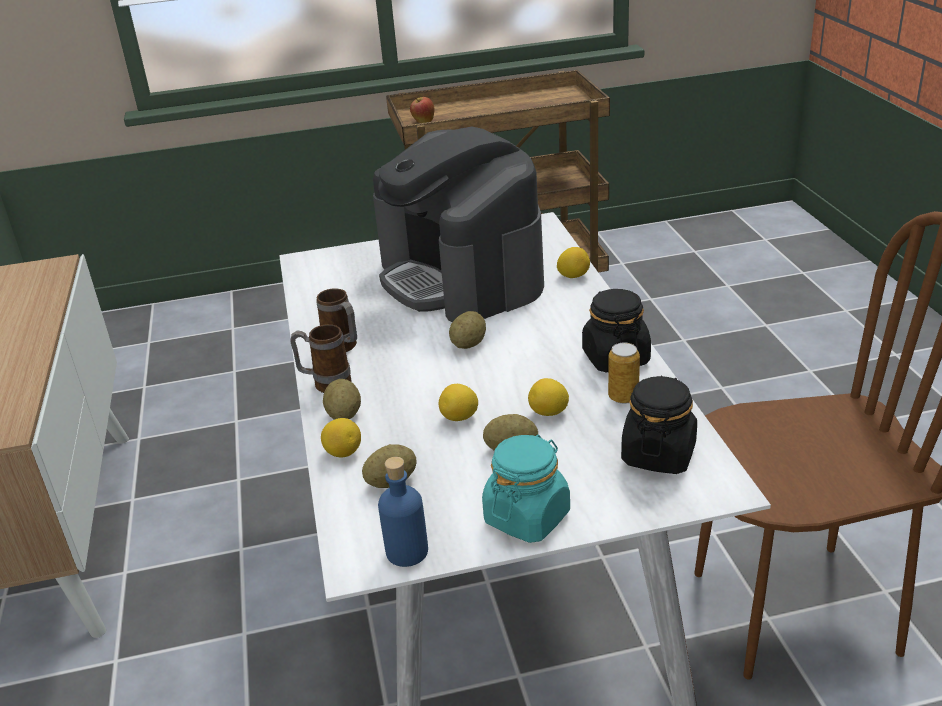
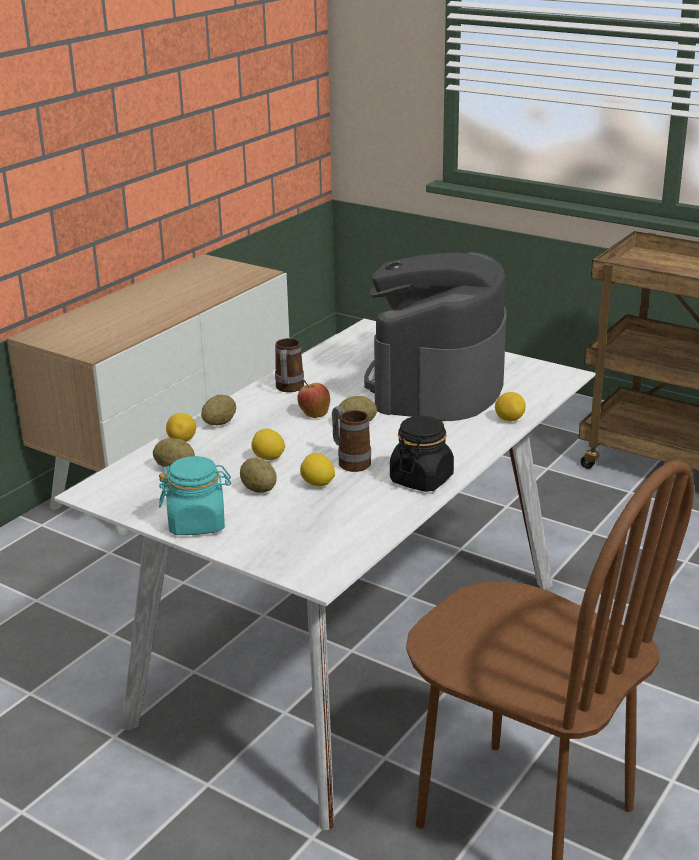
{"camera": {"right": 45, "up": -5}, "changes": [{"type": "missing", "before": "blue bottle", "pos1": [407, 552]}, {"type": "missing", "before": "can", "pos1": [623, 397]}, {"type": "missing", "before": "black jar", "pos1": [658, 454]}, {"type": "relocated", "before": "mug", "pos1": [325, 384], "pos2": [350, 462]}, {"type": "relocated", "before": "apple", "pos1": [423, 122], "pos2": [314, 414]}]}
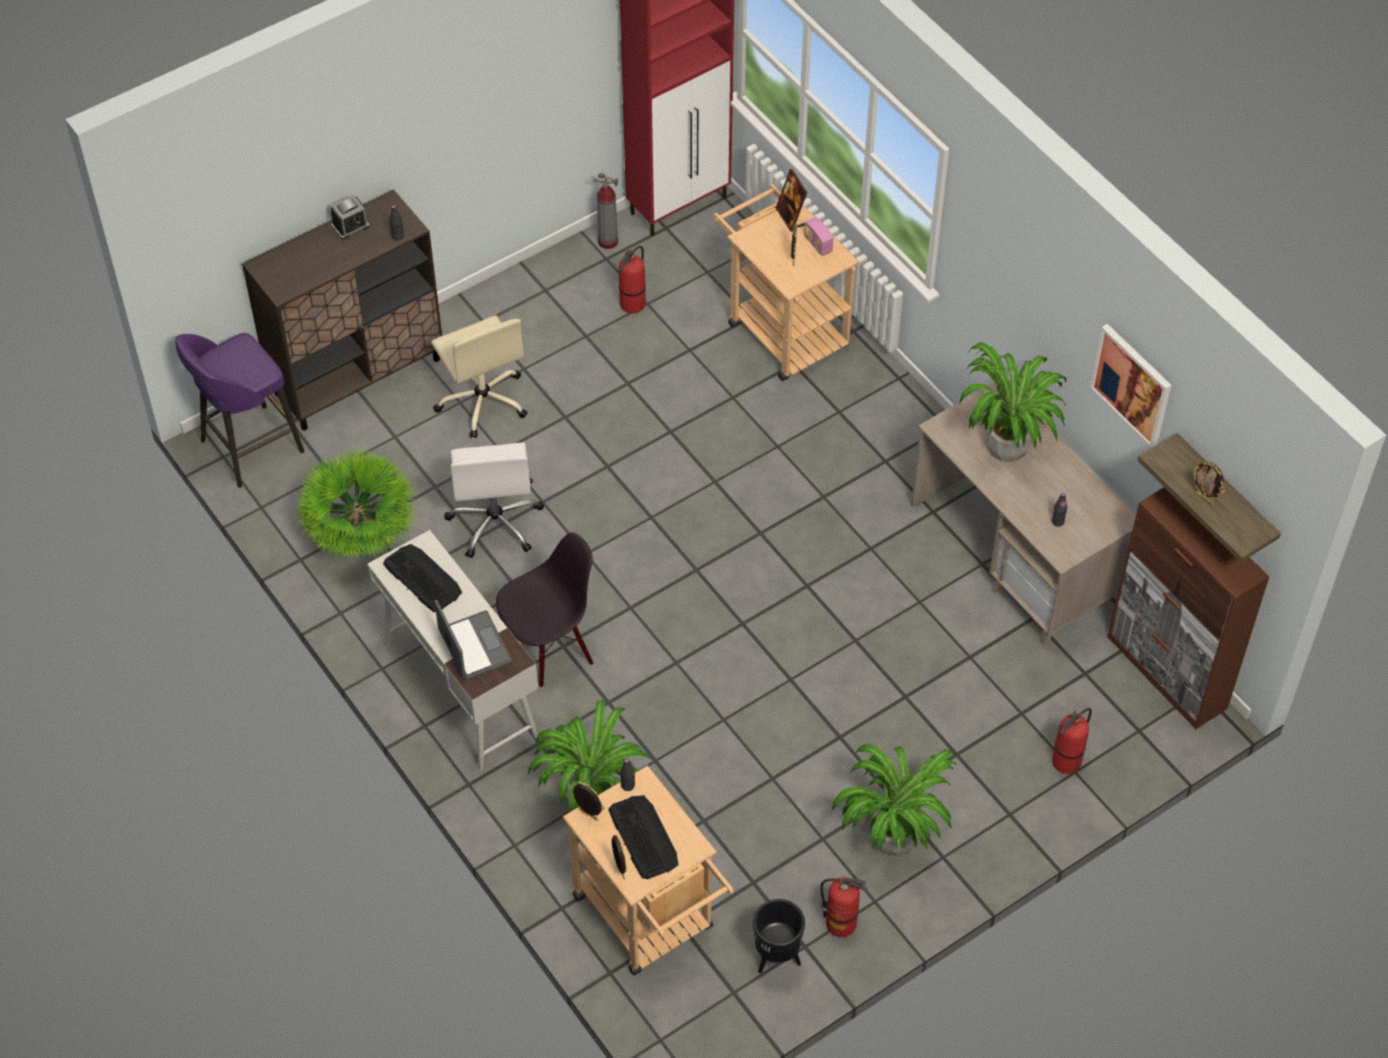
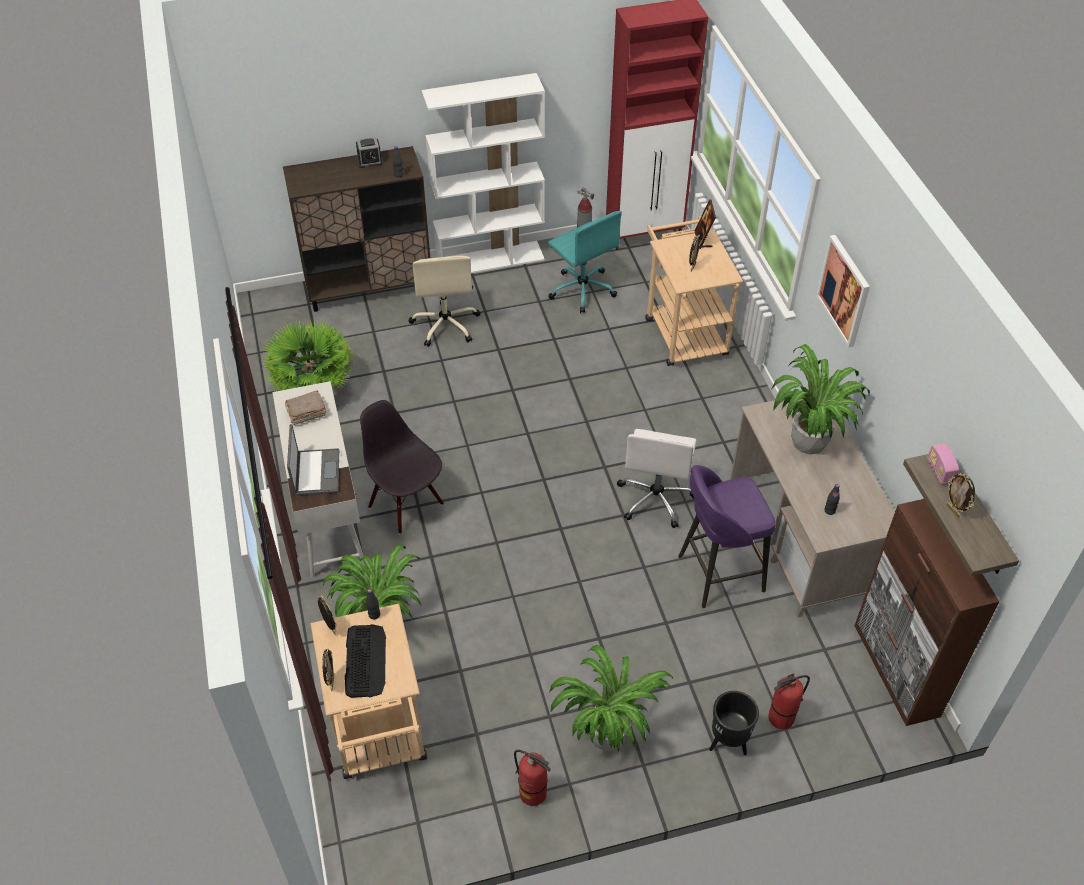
{"camera": {"right": 20, "up": -5}, "changes": [{"type": "appeared", "after": "white bookcase", "pos2": [490, 259]}, {"type": "relocated", "before": "purple stool", "pos1": [249, 448], "pos2": [718, 574]}, {"type": "relocated", "before": "white office chair", "pos1": [495, 522], "pos2": [656, 498]}, {"type": "relocated", "before": "black planter", "pos1": [777, 958], "pos2": [728, 743]}, {"type": "relocated", "before": "radio", "pos1": [818, 244], "pos2": [939, 472]}, {"type": "relocated", "before": "picture", "pos1": [1132, 385], "pos2": [844, 290]}, {"type": "exchanged", "before": "keyboard", "after": "brown book", "pos1": [422, 578], "pos2": [306, 413]}, {"type": "exchanged", "before": "fire extinguisher", "after": "turquoise office chair", "pos1": [633, 304], "pos2": [582, 289]}, {"type": "spun", "before": "black chair", "pos1": [549, 649], "pos2": [407, 504], "turn": -120}]}
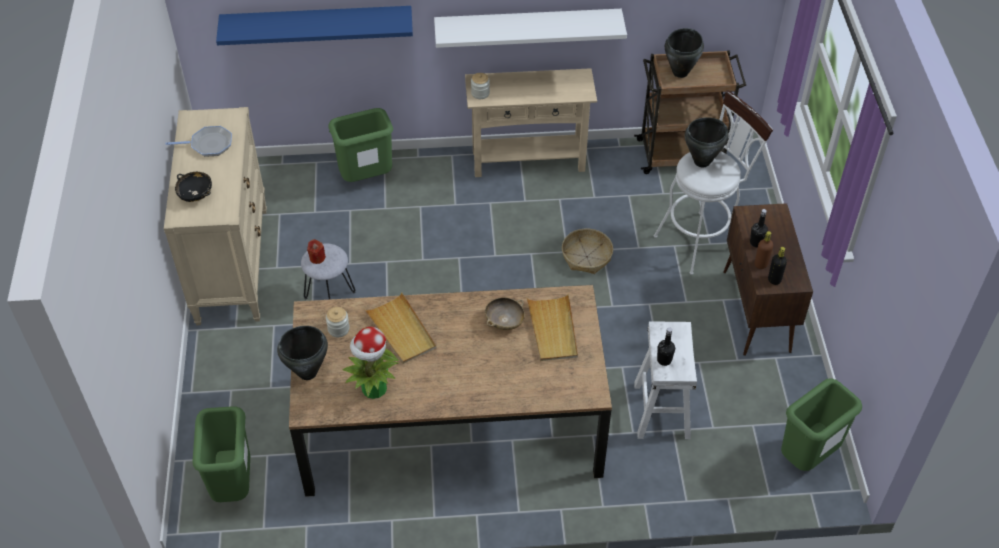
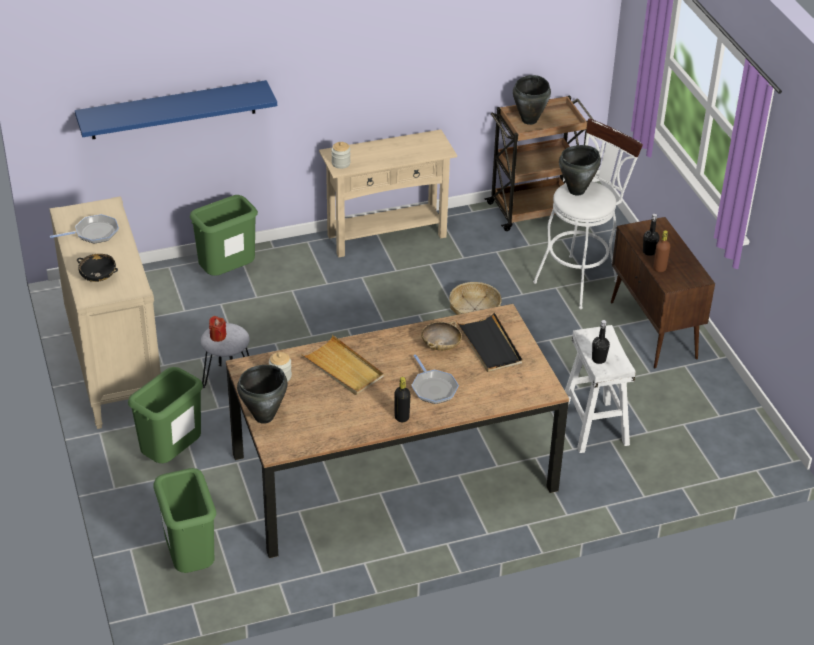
{"camera": {"right": -15, "up": -10}, "changes": [{"type": "missing", "before": "potted plant", "pos1": [374, 389]}, {"type": "missing", "before": "white shelf", "pos1": [527, 26]}, {"type": "appeared", "after": "frying pan", "pos2": [433, 388]}, {"type": "relocated", "before": "black bottle", "pos1": [774, 280], "pos2": [401, 417]}, {"type": "relocated", "before": "green trash can", "pos1": [807, 457], "pos2": [172, 456]}, {"type": "colour", "before": "beige tray", "after": "black tray", "pos1": [553, 330], "pos2": [489, 345]}]}
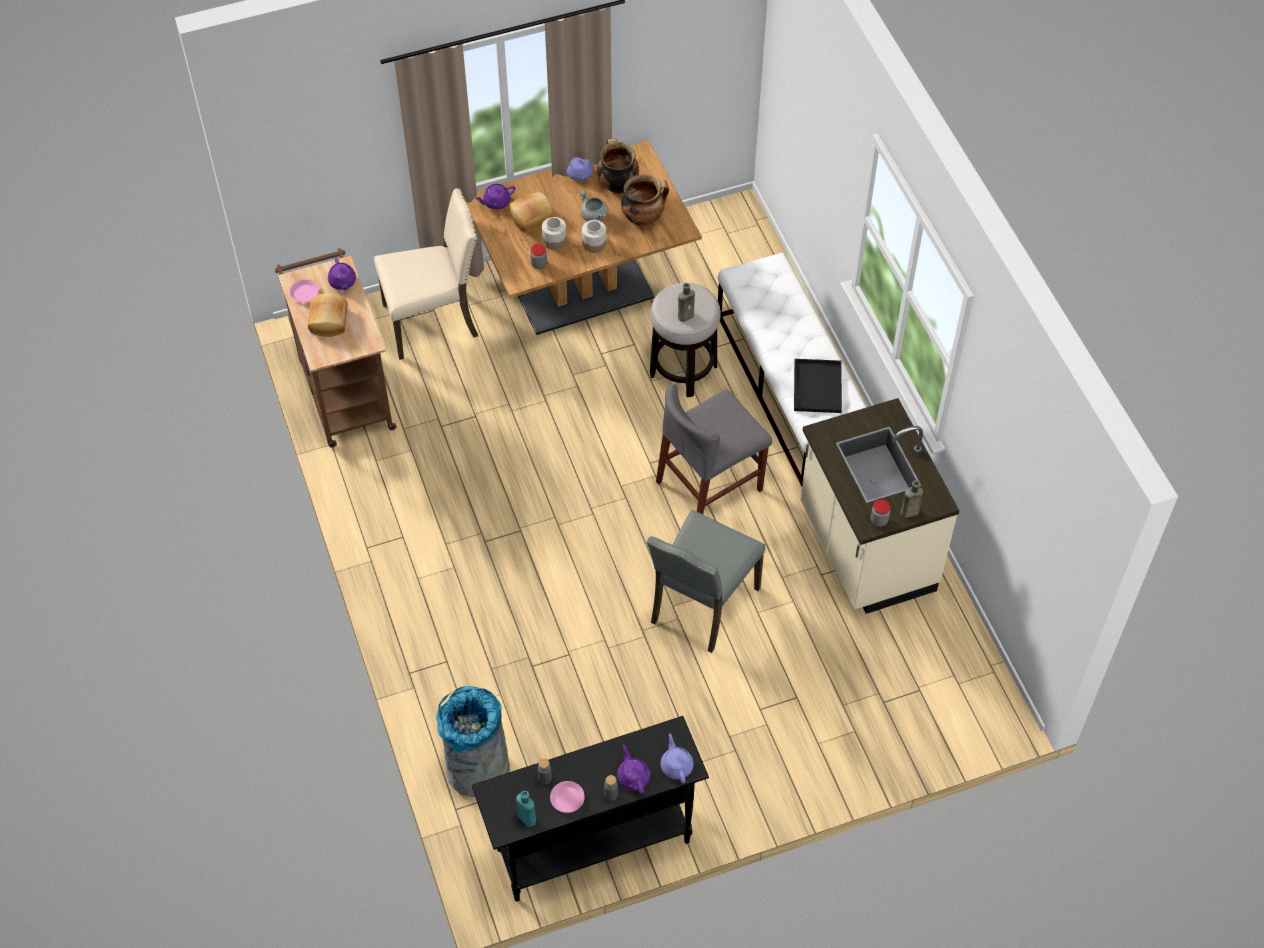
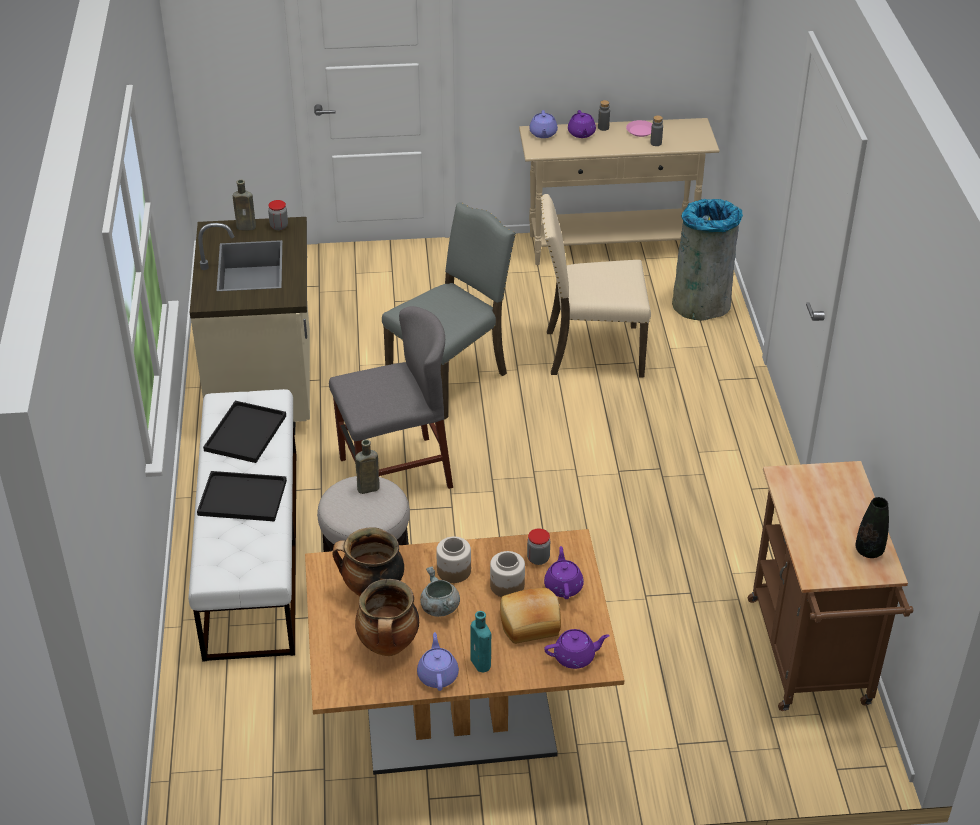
{"camera": {"right": -165, "up": -15}, "changes": [{"type": "missing", "before": "bread", "pos1": [330, 321]}, {"type": "appeared", "after": "black tray", "pos2": [244, 497]}, {"type": "relocated", "before": "purple teapot", "pos1": [342, 282], "pos2": [563, 586]}, {"type": "relocated", "before": "beige chair", "pos1": [433, 321], "pos2": [591, 352]}, {"type": "relocated", "before": "turquoise bottle", "pos1": [526, 817], "pos2": [481, 664]}, {"type": "exchanged", "before": "pink plate", "after": "black vase", "pos1": [304, 293], "pos2": [869, 551]}, {"type": "colour", "before": "black console table", "after": "beige console table", "pos1": [592, 845], "pos2": [612, 246]}]}
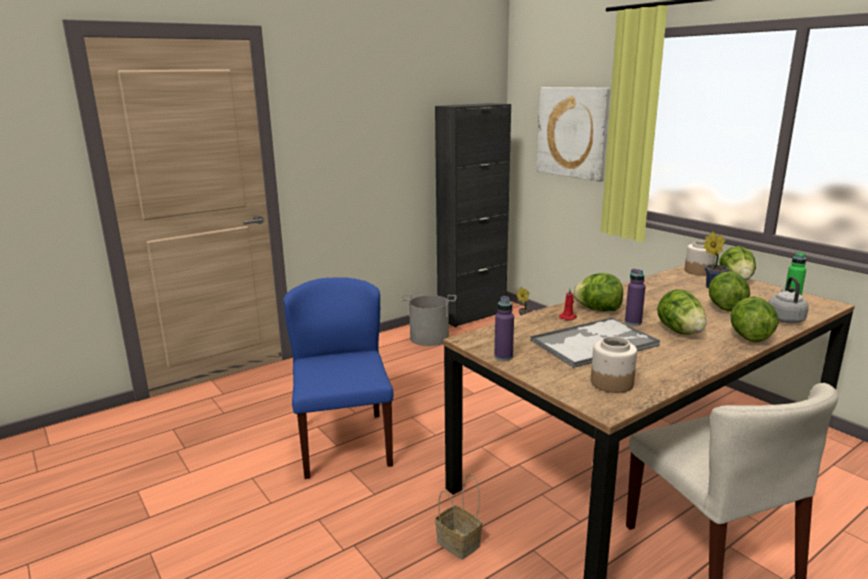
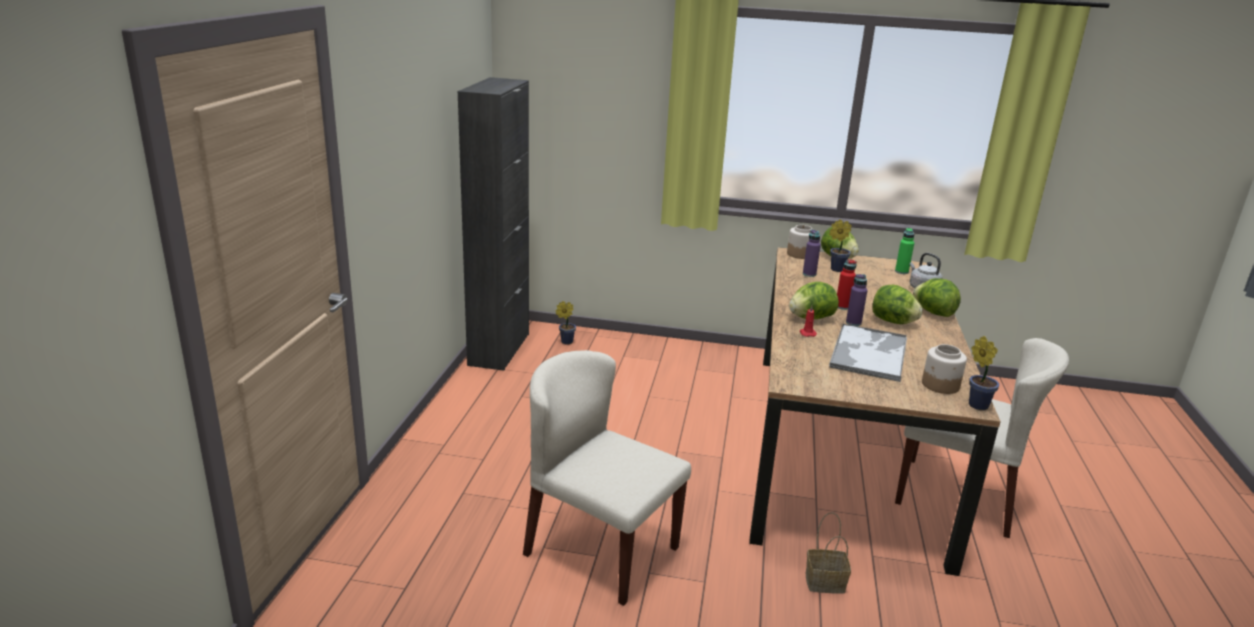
{"camera": {"right": -45, "up": 5}, "changes": [{"type": "missing", "before": "grey bucket", "pos1": [429, 337]}, {"type": "missing", "before": "picture", "pos1": [572, 132]}, {"type": "missing", "before": "lettuce", "pos1": [725, 308]}, {"type": "appeared", "after": "red bottle", "pos2": [842, 306]}, {"type": "appeared", "after": "potted plant", "pos2": [976, 404]}, {"type": "relocated", "before": "purple bottle", "pos1": [503, 356], "pos2": [809, 274]}, {"type": "colour", "before": "blue chair", "after": "beige chair", "pos1": [343, 444], "pos2": [600, 550]}]}
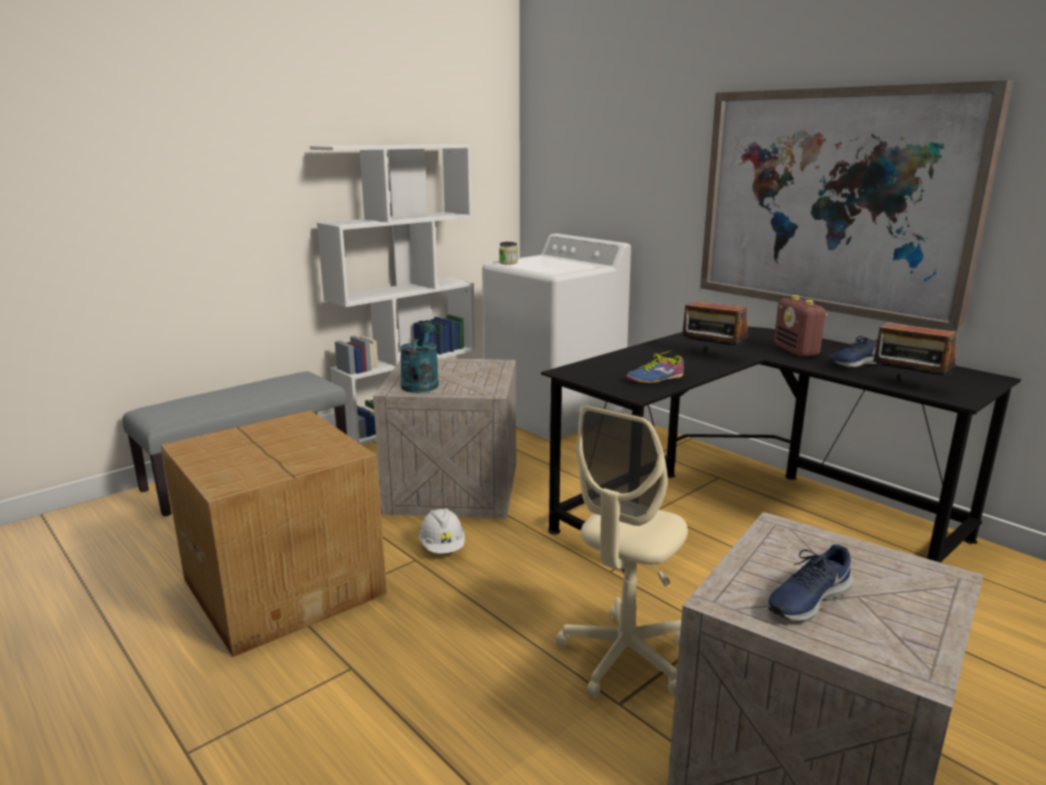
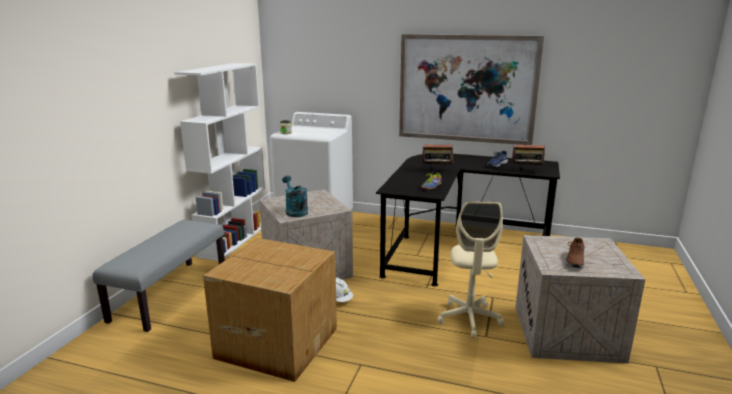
{"camera": {"right": -30, "up": 0}, "changes": [{"type": "missing", "before": "radio", "pos1": [796, 351]}, {"type": "colour", "before": "blue shoe", "after": "brown shoe", "pos1": [807, 599], "pos2": [574, 260]}]}
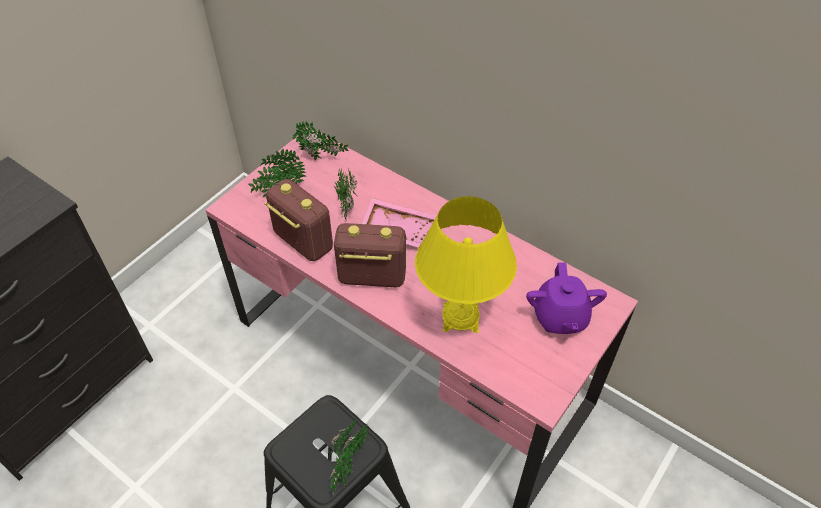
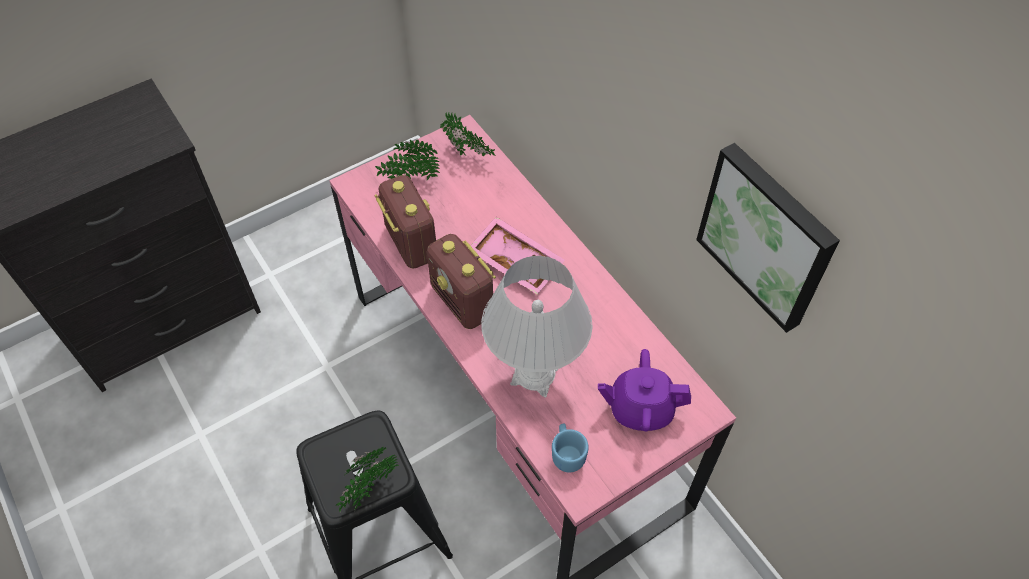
{"camera": {"right": 20, "up": 5}, "changes": [{"type": "missing", "before": "potted plant", "pos1": [346, 206]}, {"type": "appeared", "after": "blue mug", "pos2": [567, 453]}, {"type": "appeared", "after": "picture", "pos2": [767, 236]}, {"type": "colour", "before": "yellow table lamp", "after": "white table lamp", "pos1": [460, 318], "pos2": [534, 375]}, {"type": "spun", "before": "radio", "pos1": [371, 276], "pos2": [463, 302], "turn": -150}, {"type": "spun", "before": "purple teapot", "pos1": [560, 317], "pos2": [640, 409], "turn": 75}]}
